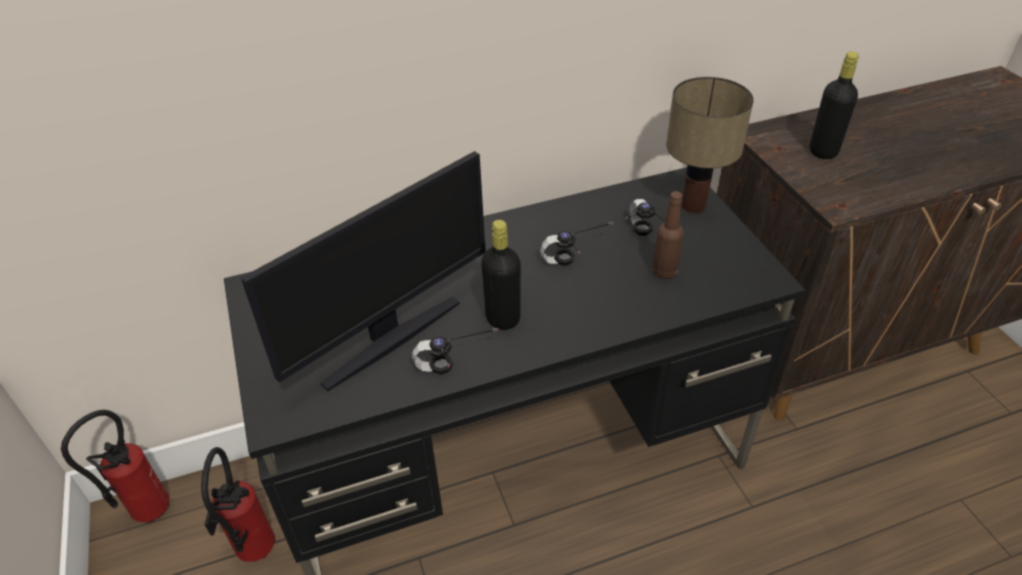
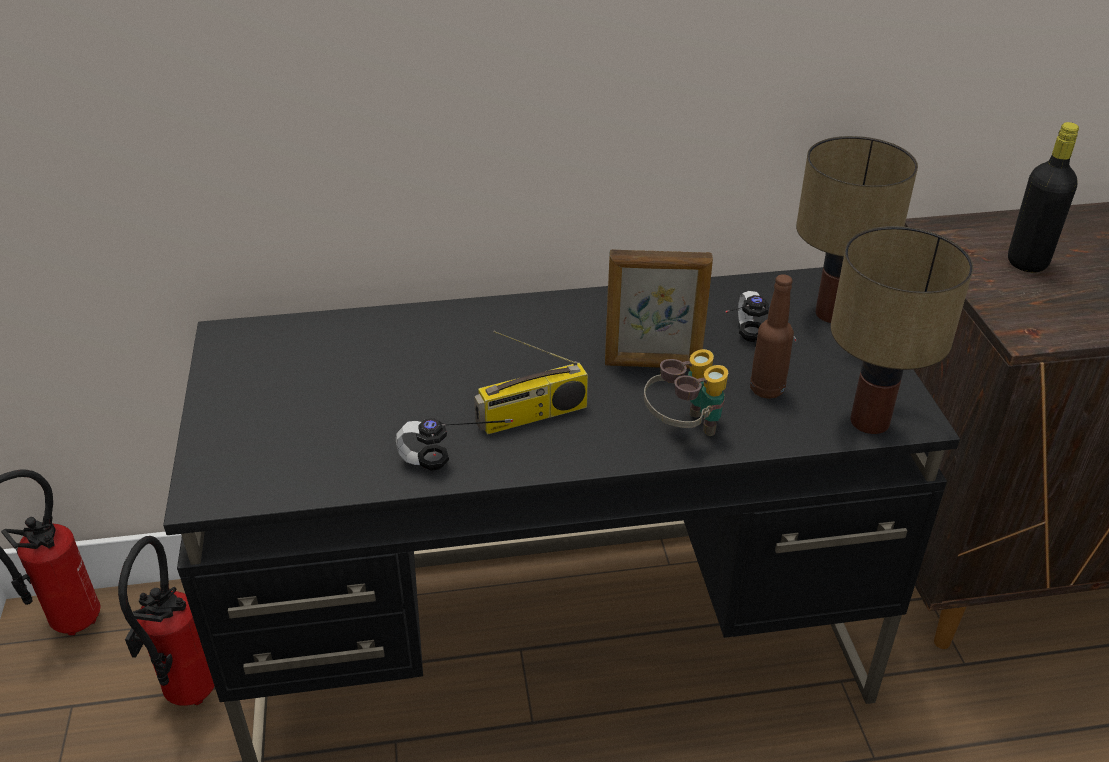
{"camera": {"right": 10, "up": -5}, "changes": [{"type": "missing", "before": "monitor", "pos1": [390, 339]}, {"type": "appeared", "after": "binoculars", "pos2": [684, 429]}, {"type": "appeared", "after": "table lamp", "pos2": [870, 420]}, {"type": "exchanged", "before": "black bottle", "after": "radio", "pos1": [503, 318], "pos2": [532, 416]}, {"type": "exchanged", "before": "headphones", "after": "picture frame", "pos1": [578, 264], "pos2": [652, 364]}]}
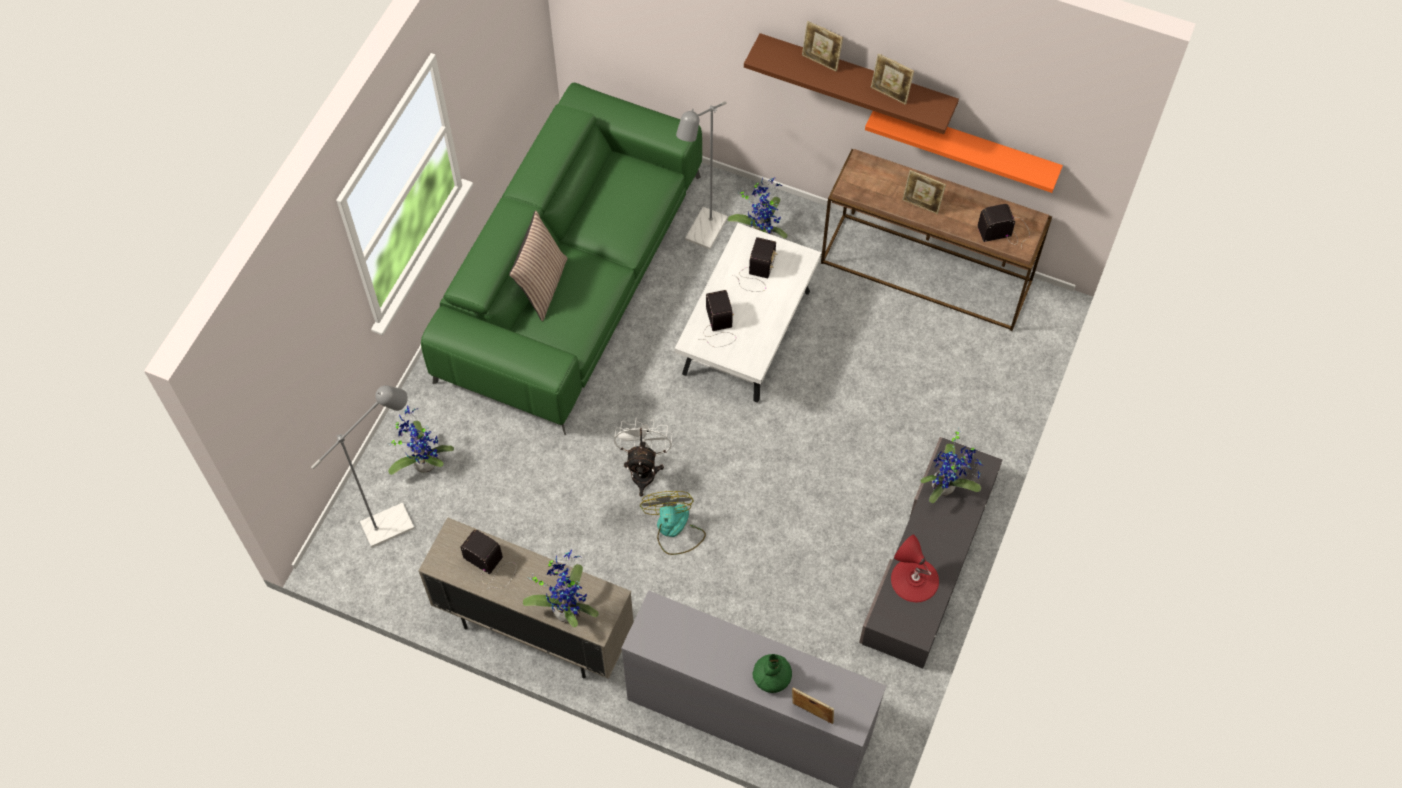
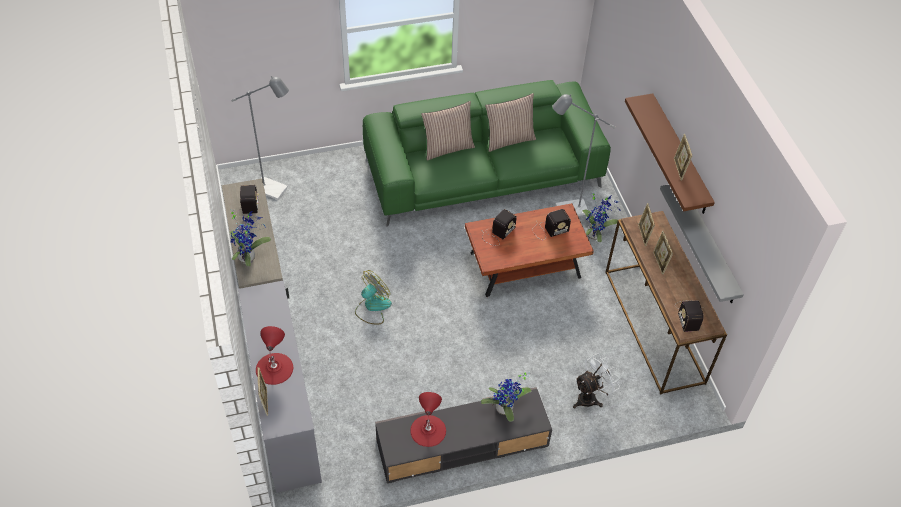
{"camera": {"right": 50, "up": -10}, "changes": [{"type": "missing", "before": "potted plant", "pos1": [423, 461]}, {"type": "appeared", "after": "pillow", "pos2": [509, 139]}, {"type": "relocated", "before": "white fan", "pos1": [643, 469], "pos2": [590, 397]}, {"type": "relocated", "before": "picture frame", "pos1": [820, 62], "pos2": [643, 235]}, {"type": "exchanged", "before": "green vase", "after": "red table lamp", "pos1": [772, 677], "pos2": [274, 368]}, {"type": "colour", "before": "white coffee table", "after": "brown coffee table", "pos1": [747, 334], "pos2": [525, 266]}, {"type": "colour", "before": "orange shelf", "after": "grey shelf", "pos1": [966, 145], "pos2": [708, 244]}, {"type": "spun", "before": "radio", "pos1": [1005, 231], "pos2": [688, 314], "turn": -135}]}
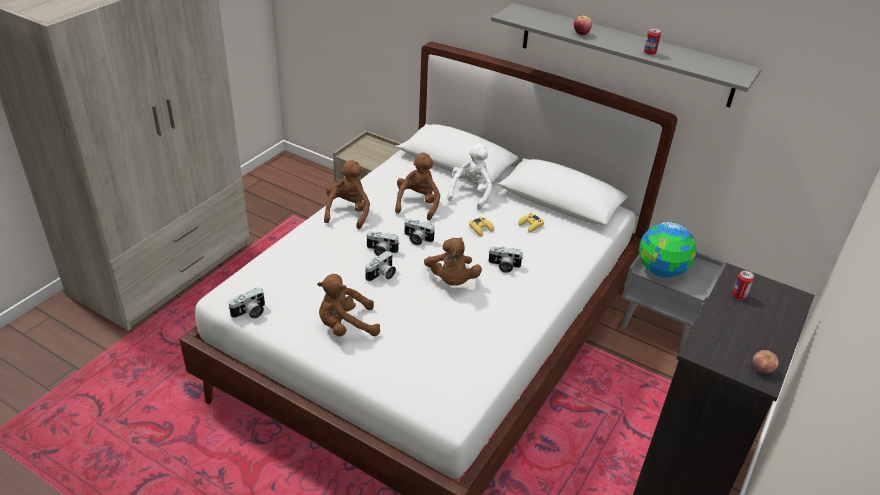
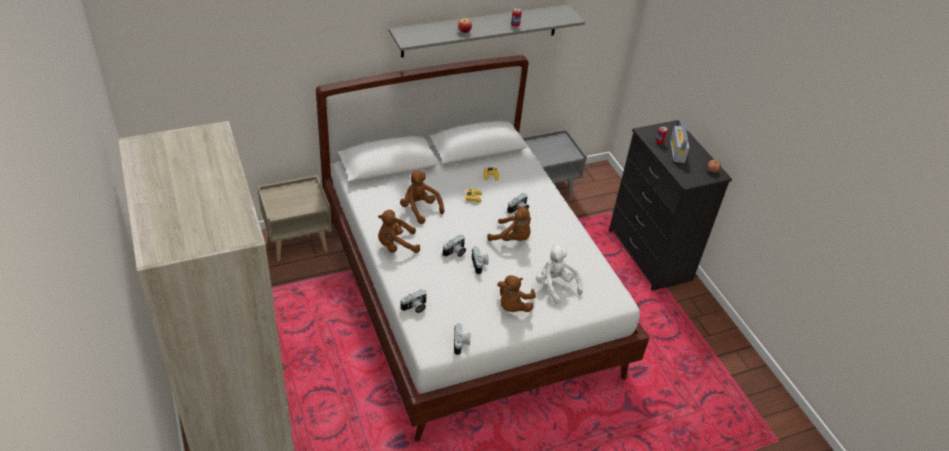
{"camera": {"right": -55, "up": 5}, "changes": [{"type": "missing", "before": "globe", "pos1": [661, 270]}, {"type": "appeared", "after": "radio", "pos2": [677, 152]}, {"type": "relocated", "before": "photo camera", "pos1": [417, 239], "pos2": [415, 307]}, {"type": "relocated", "before": "white plush toy", "pos1": [471, 193], "pos2": [555, 286]}, {"type": "spun", "before": "brown plush toy", "pos1": [348, 212], "pos2": [396, 245], "turn": -60}]}
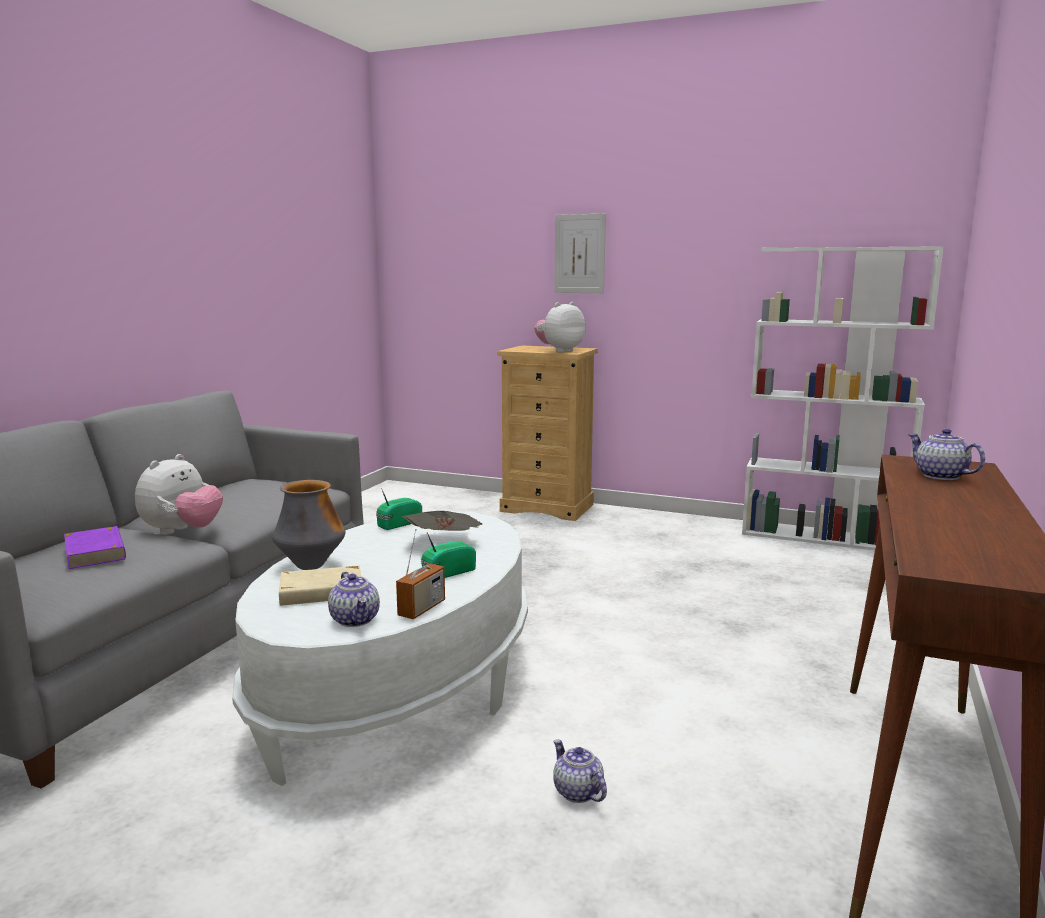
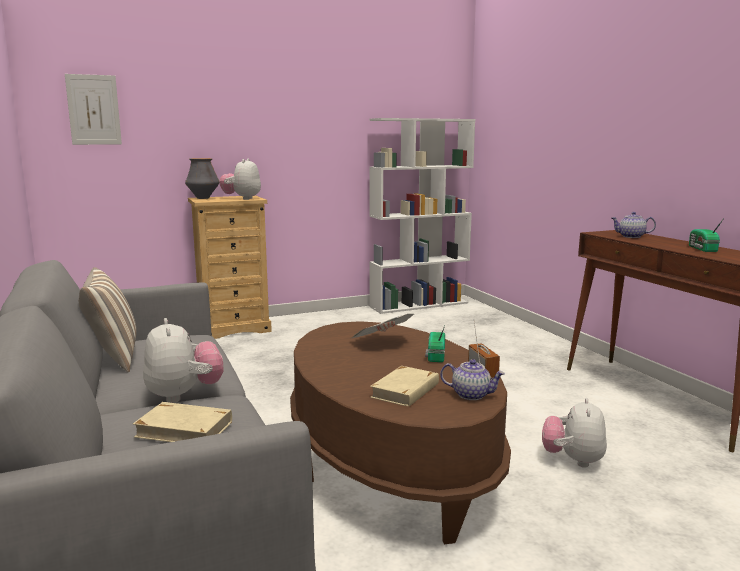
{"camera": {"right": -45, "up": 0}, "changes": [{"type": "appeared", "after": "pillow", "pos2": [113, 358]}, {"type": "relocated", "before": "vase", "pos1": [311, 566], "pos2": [203, 198]}, {"type": "relocated", "before": "radio", "pos1": [398, 524], "pos2": [702, 249]}, {"type": "relocated", "before": "picture", "pos1": [579, 254], "pos2": [93, 110]}, {"type": "exchanged", "before": "teapot", "after": "plush toy", "pos1": [577, 792], "pos2": [573, 460]}, {"type": "colour", "before": "purple book", "after": "beige book", "pos1": [96, 552], "pos2": [184, 429]}, {"type": "colour", "before": "white coffee table", "after": "brown coffee table", "pos1": [399, 689], "pos2": [390, 462]}]}
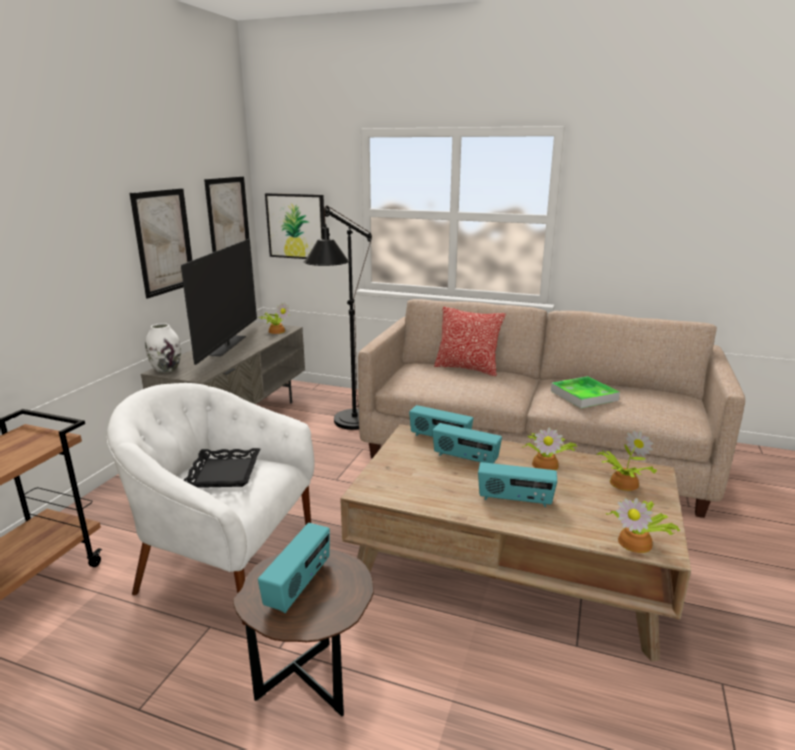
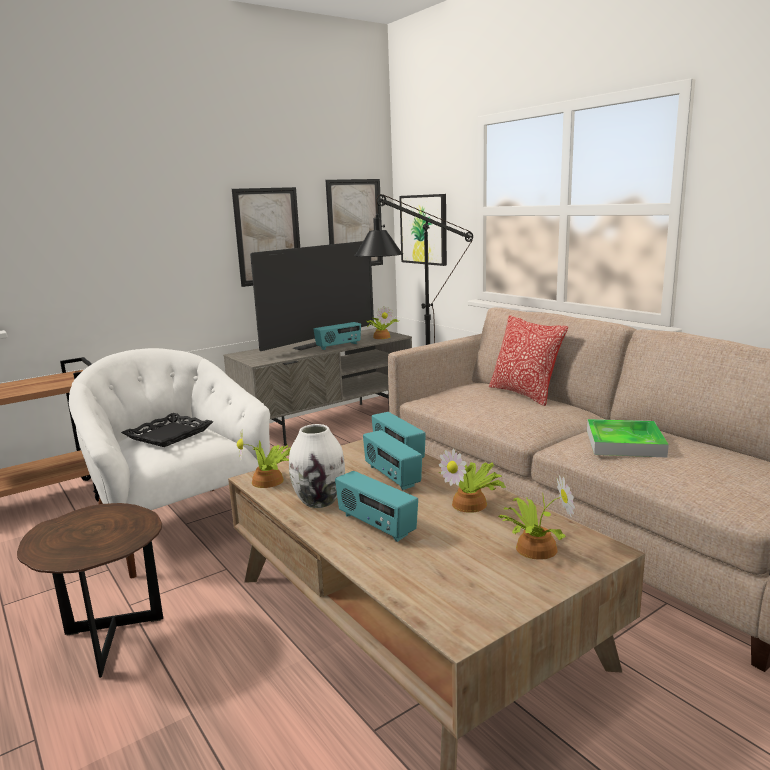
{"camera": {"right": 35, "up": -5}, "changes": [{"type": "relocated", "before": "white vase", "pos1": [166, 369], "pos2": [319, 500]}, {"type": "relocated", "before": "radio", "pos1": [299, 585], "pos2": [339, 346]}, {"type": "relocated", "before": "potted plant", "pos1": [637, 542], "pos2": [269, 481]}]}
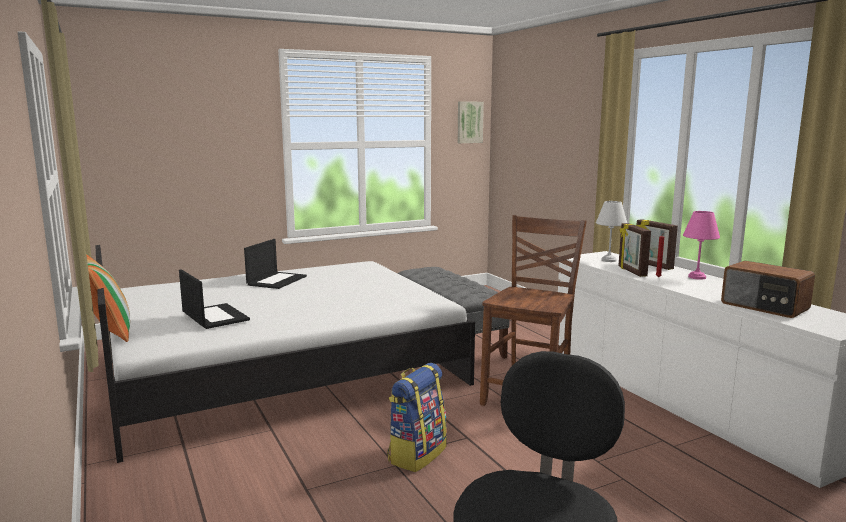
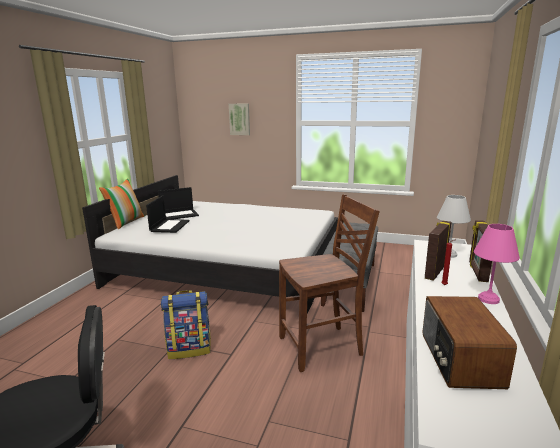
{"camera": {"right": 45, "up": 5}, "changes": [{"type": "relocated", "before": "laptop", "pos1": [277, 280], "pos2": [179, 215]}, {"type": "relocated", "before": "picture", "pos1": [469, 122], "pos2": [239, 119]}]}
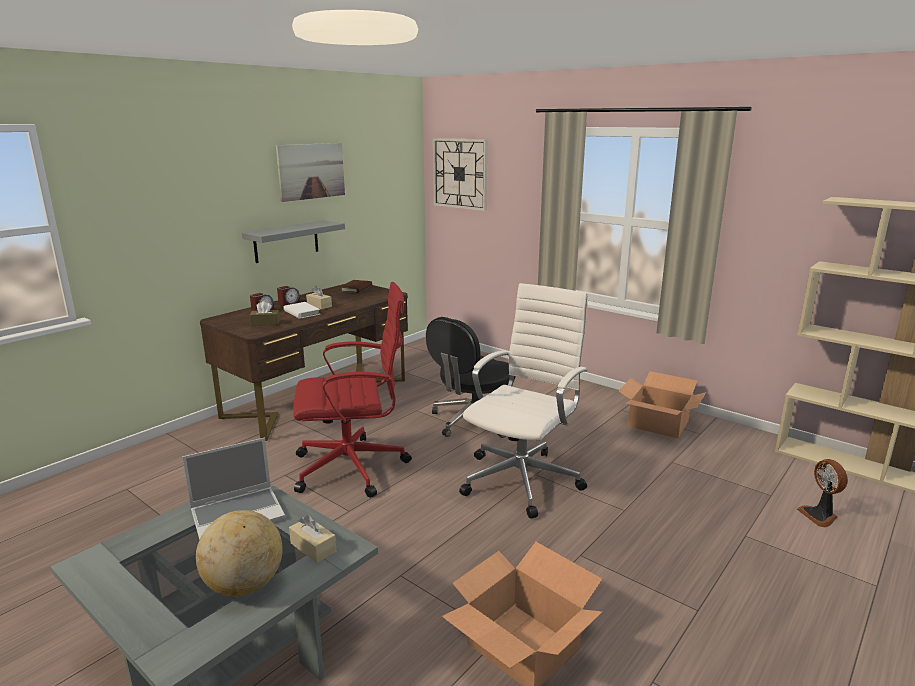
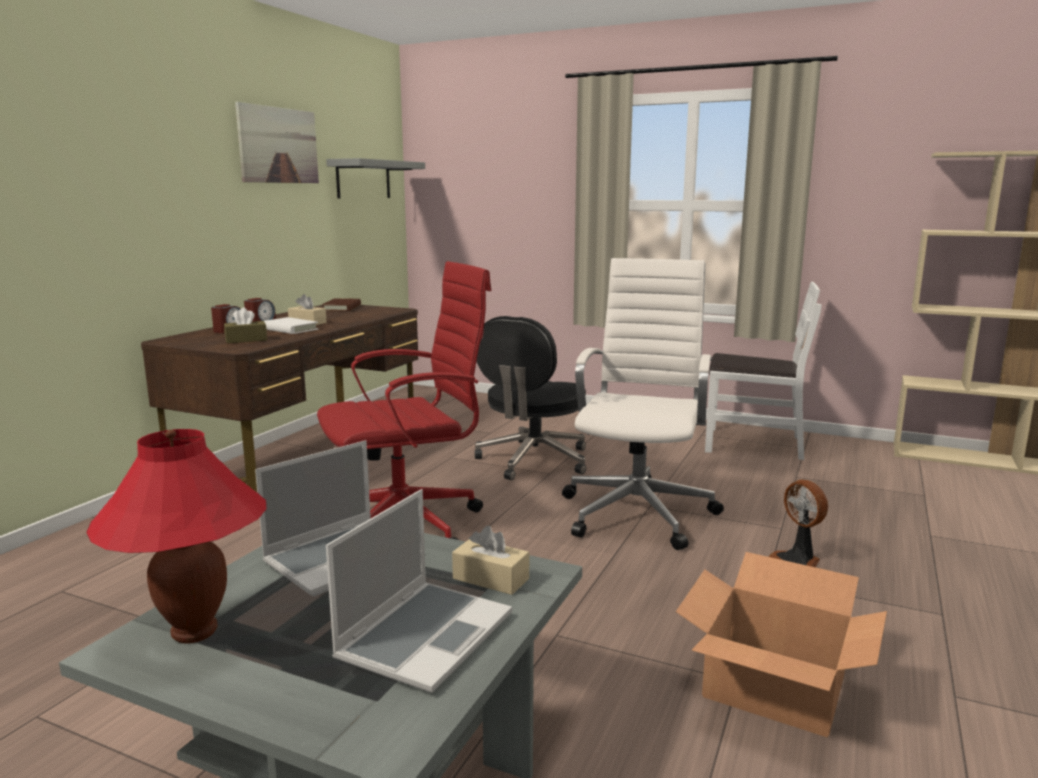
{"camera": {"right": -15, "up": -5}, "changes": [{"type": "missing", "before": "wall clock", "pos1": [460, 173]}, {"type": "appeared", "after": "red table lamp", "pos2": [194, 632]}, {"type": "relocated", "before": "grey shelf", "pos1": [286, 241], "pos2": [363, 179]}, {"type": "relocated", "before": "fan", "pos1": [819, 516], "pos2": [797, 561]}, {"type": "exchanged", "before": "globe", "after": "laptop", "pos1": [245, 585], "pos2": [425, 635]}, {"type": "exchanged", "before": "cardboard box", "after": "white chair", "pos1": [658, 424], "pos2": [753, 443]}]}
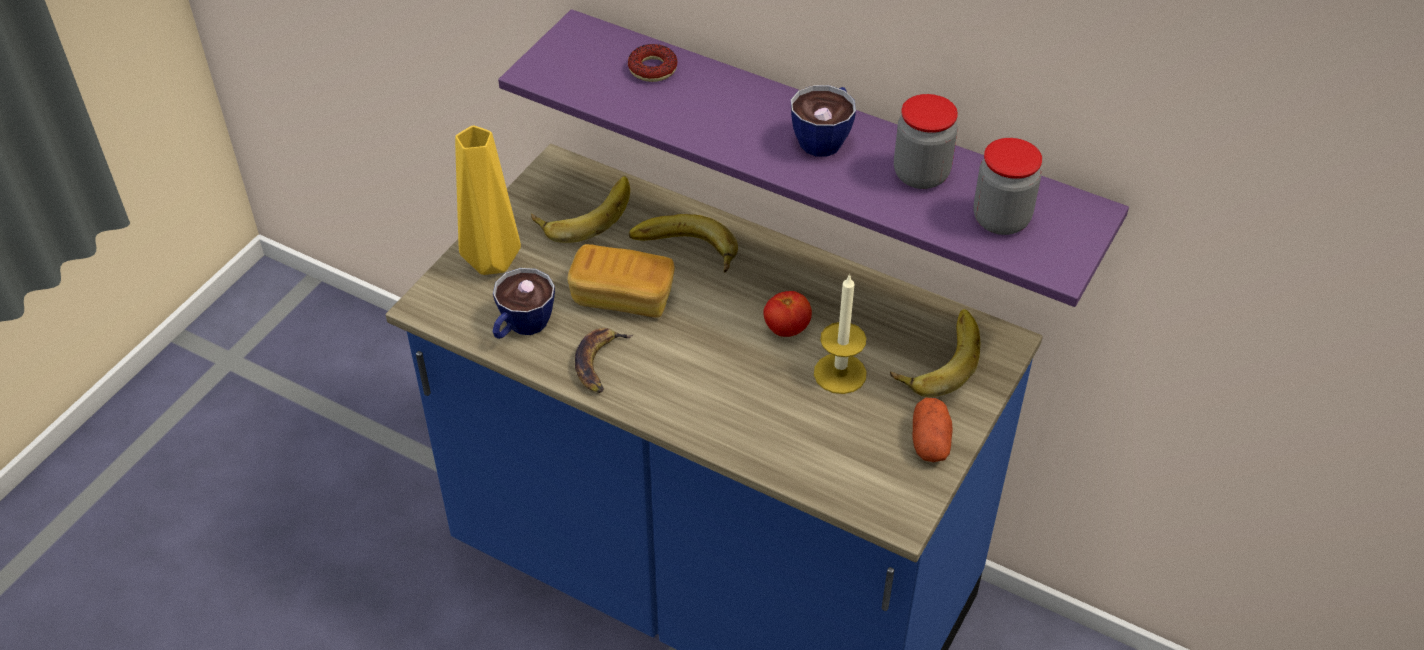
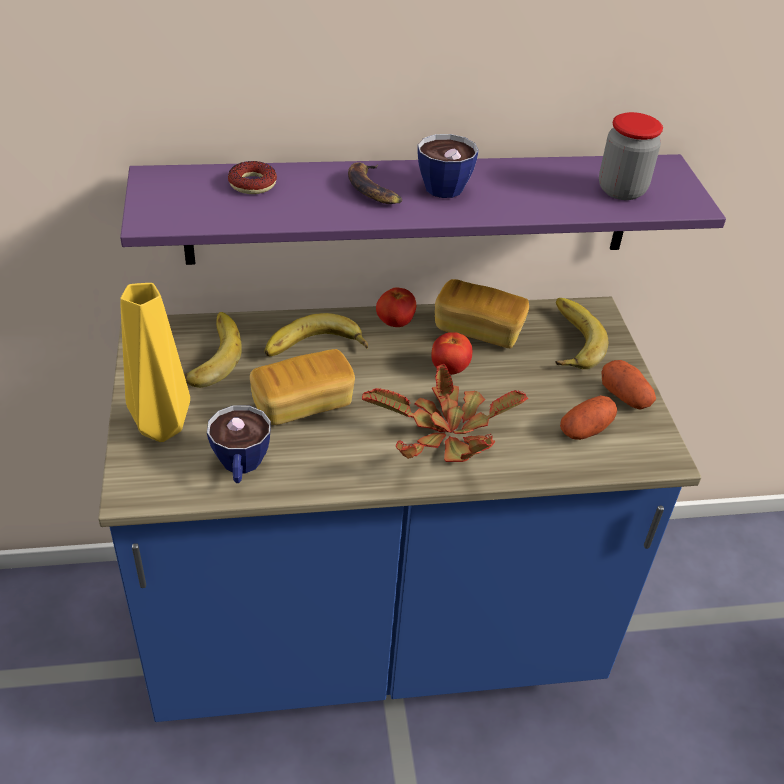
{"camera": {"right": -40, "up": -5}, "changes": [{"type": "missing", "before": "candle", "pos1": [840, 373]}, {"type": "missing", "before": "jar", "pos1": [921, 174]}, {"type": "appeared", "after": "potted plant", "pos2": [446, 435]}, {"type": "appeared", "after": "tomato", "pos2": [395, 322]}, {"type": "appeared", "after": "bread", "pos2": [478, 330]}, {"type": "appeared", "after": "potato", "pos2": [585, 430]}, {"type": "relocated", "before": "banana", "pos1": [600, 363], "pos2": [373, 189]}]}
